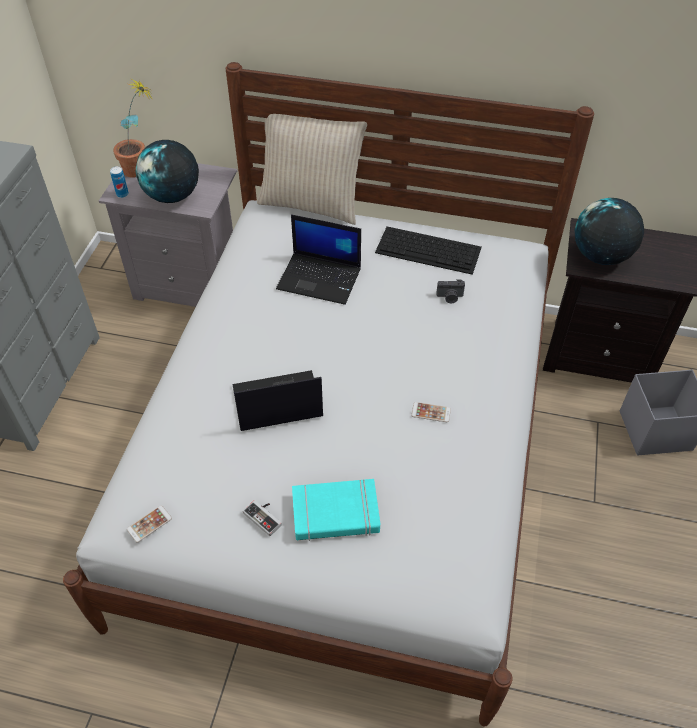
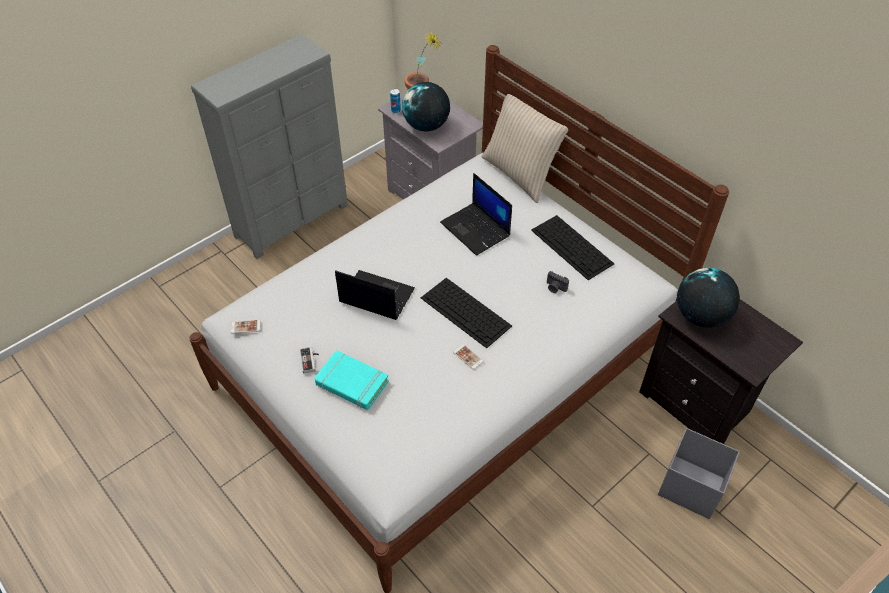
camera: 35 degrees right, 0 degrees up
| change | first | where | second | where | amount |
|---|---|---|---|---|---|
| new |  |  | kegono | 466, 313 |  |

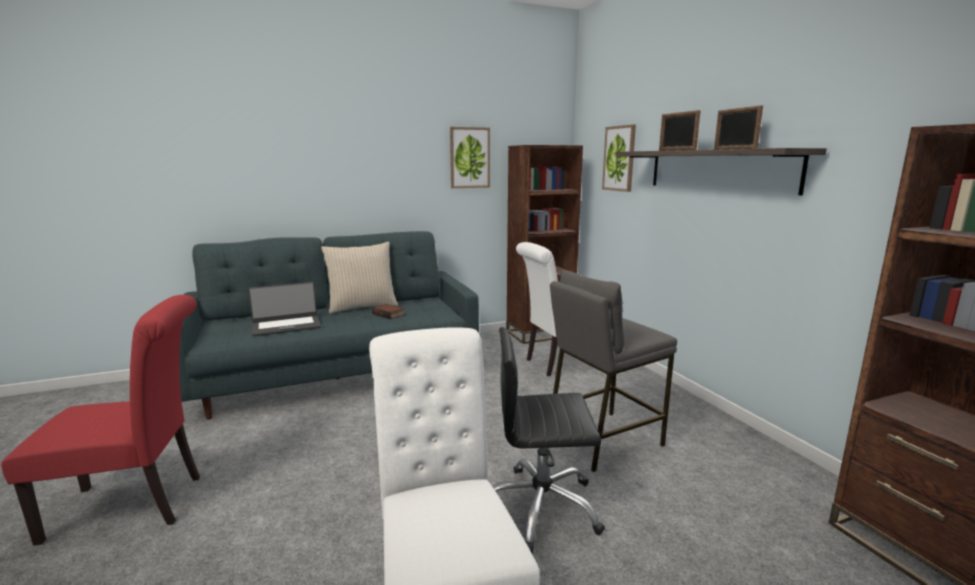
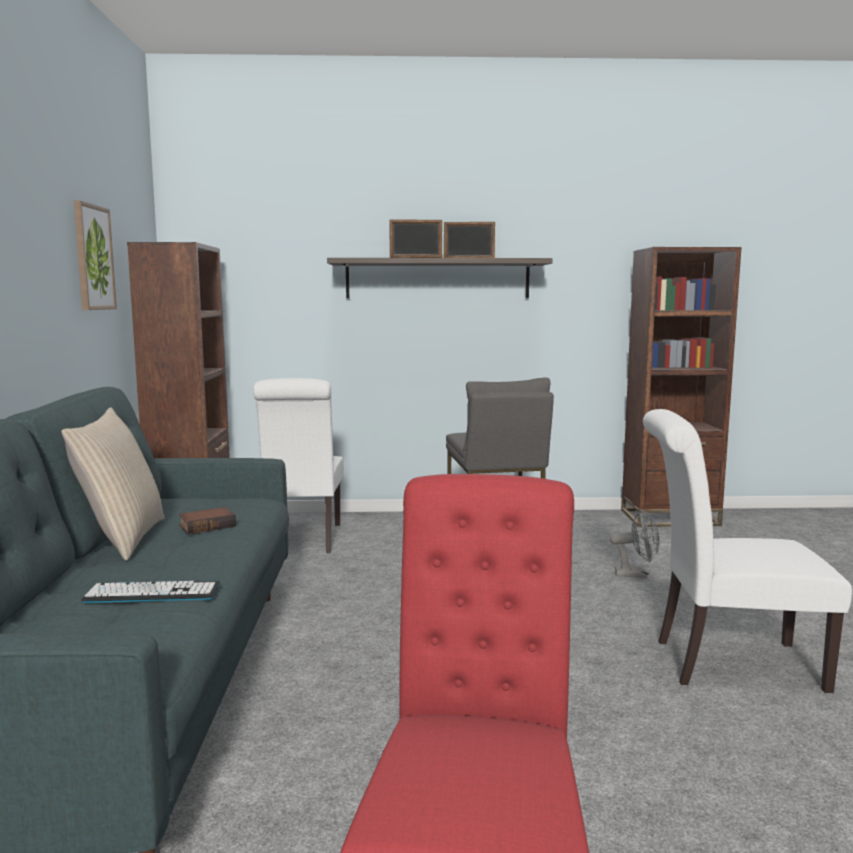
camera: 70 degrees left, 5 degrees down
| change | first | where | second | where | amount |
|---|---|---|---|---|---|
| swapped | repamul | 284, 309 | kegono | 150, 592 |  |
| gone | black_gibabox | 548, 440 |  |  |  |
| gone | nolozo | 619, 158 |  |  |  |
| new |  |  | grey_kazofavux | 635, 544 |  |

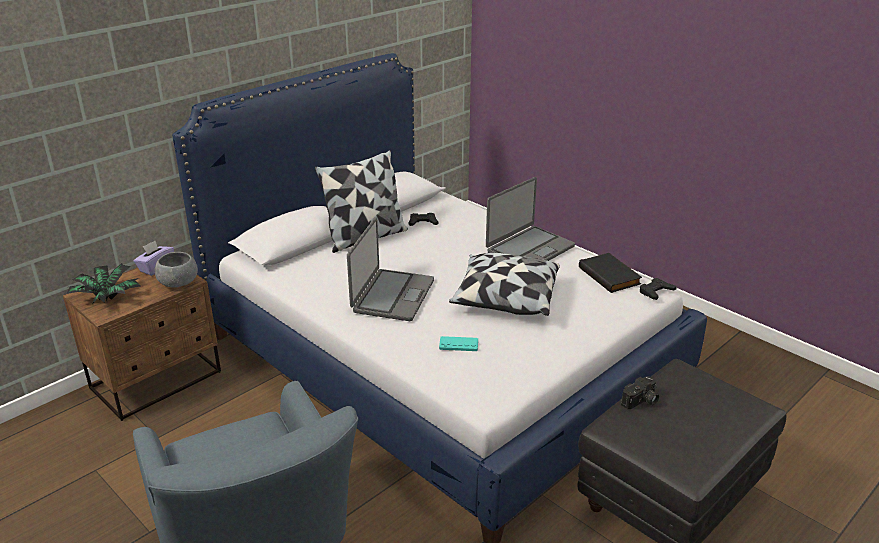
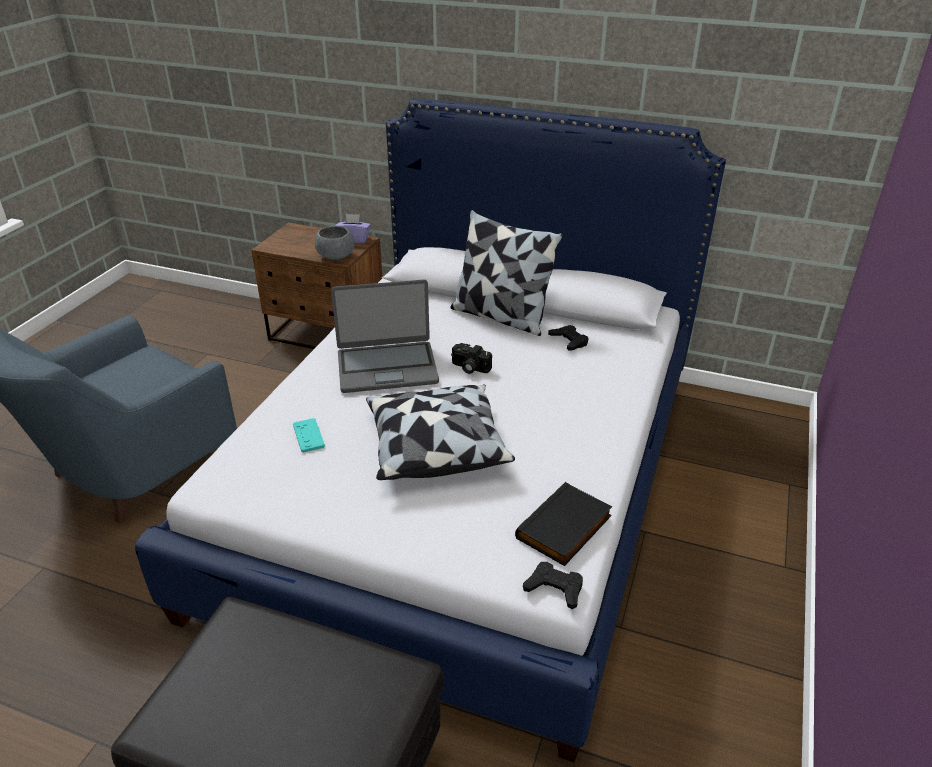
camera: 65 degrees right, 5 degrees up
| change | first | where | second | where | amount |
|---|---|---|---|---|---|
| gone | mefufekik | 103, 283 |  |  |  |
| gone | repamul | 530, 219 |  |  |  |
| shifted | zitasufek | 640, 392 |  | 471, 358 |  |

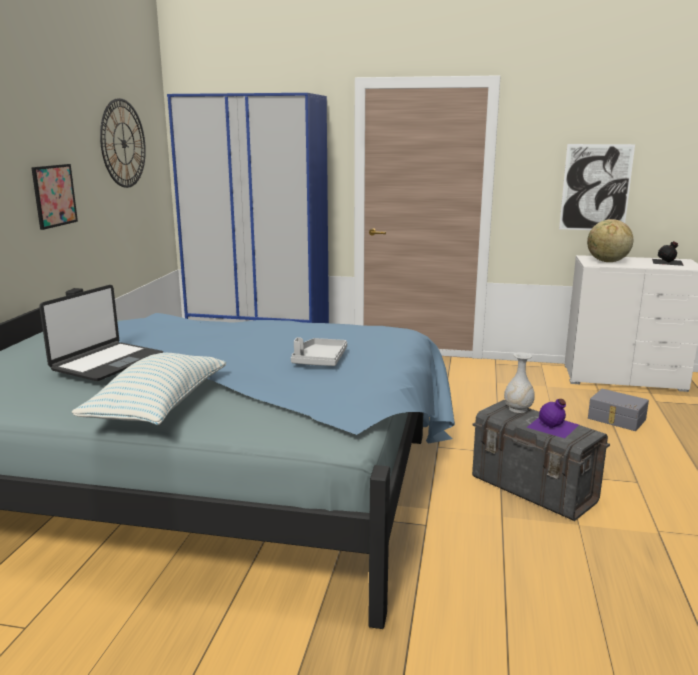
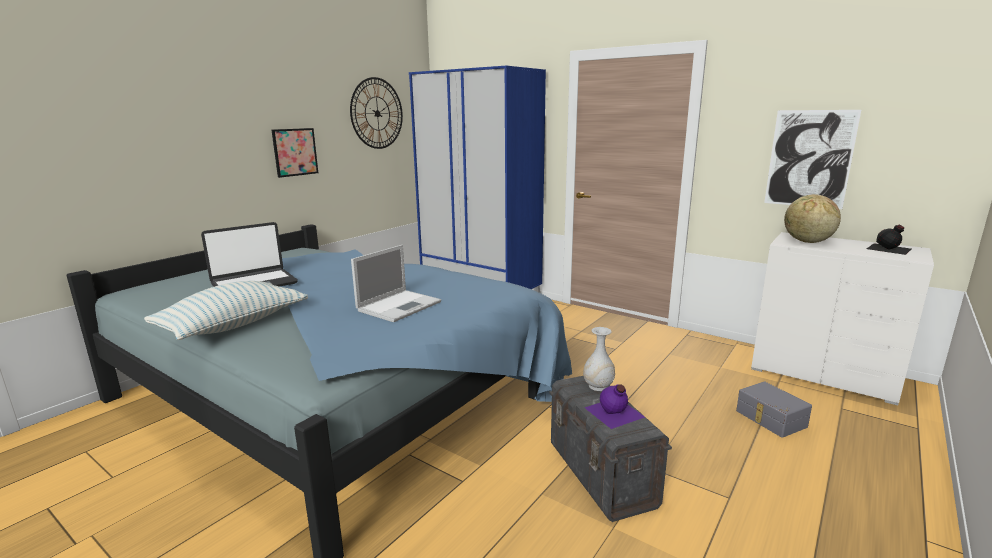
camera: 25 degrees right, 0 degrees up
| change | first | where | second | where | amount |
|---|---|---|---|---|---|
| swapped | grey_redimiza | 319, 351 | repamul | 396, 283 |  |

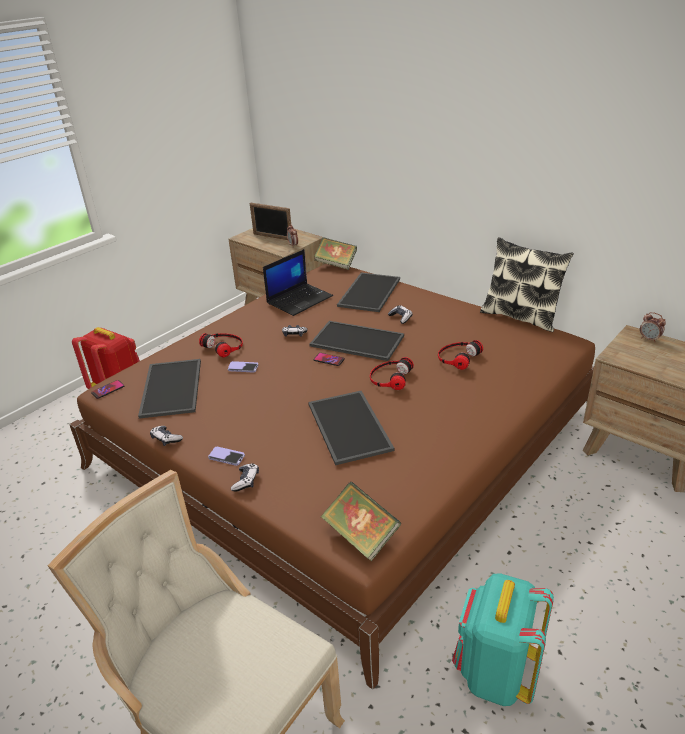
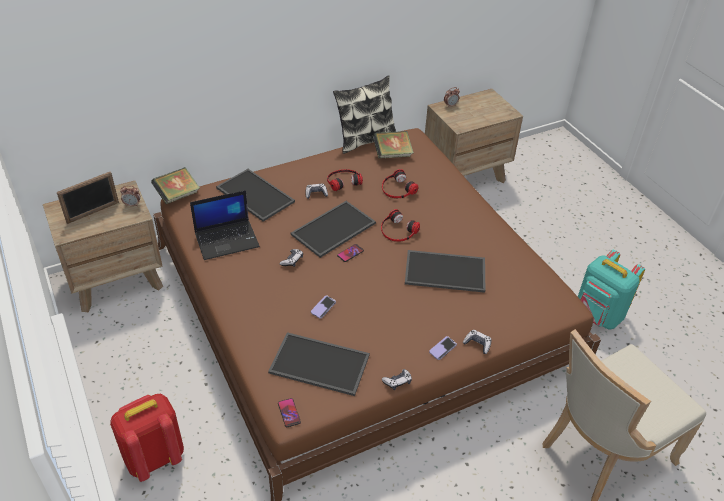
camera: 70 degrees left, 10 degrees up
| change | first | where | second | where | amount |
|---|---|---|---|---|---|
| shifted | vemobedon | 221, 345 |  | 345, 180 |  |
| rotated | repamul | 298, 282 |  | 225, 225 | 90 degrees clockwise |
| shifted | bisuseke | 361, 521 |  | 393, 144 |  |

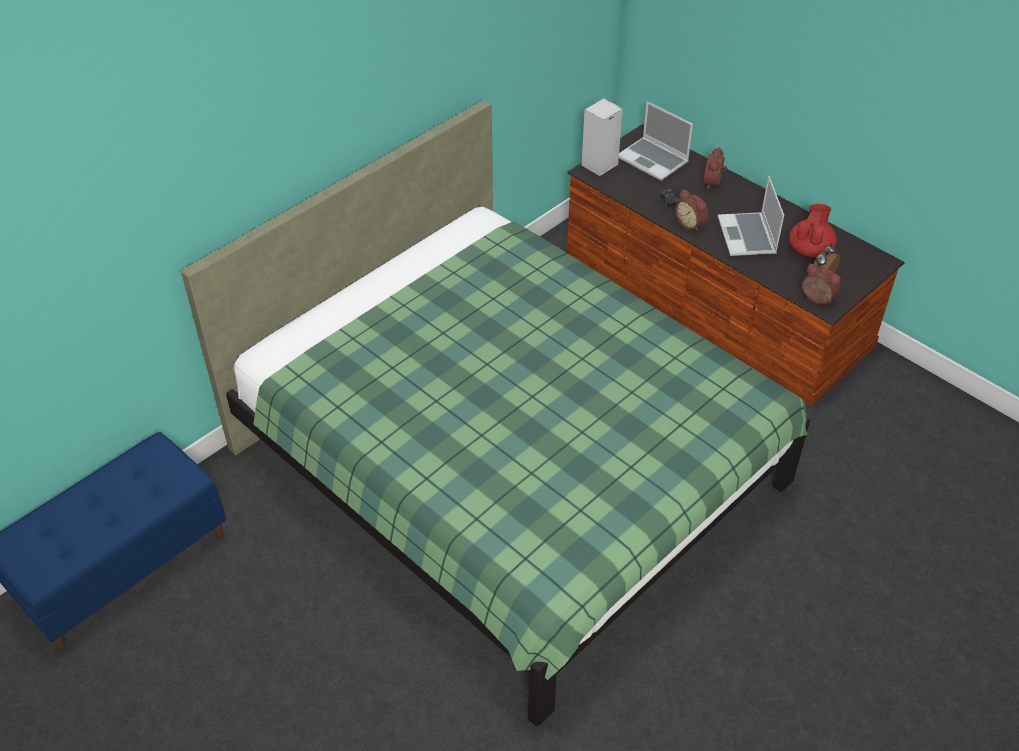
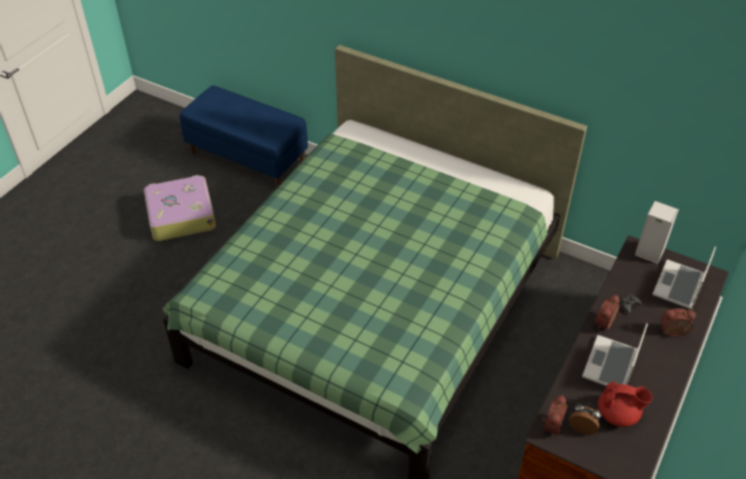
camera: 75 degrees right, 0 degrees up
| change | first | where | second | where | amount |
|---|---|---|---|---|---|
| rotated | repamul | 751, 216 |  | 615, 354 | 45 degrees counterclockwise |
| new |  |  | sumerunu | 180, 208 |  |

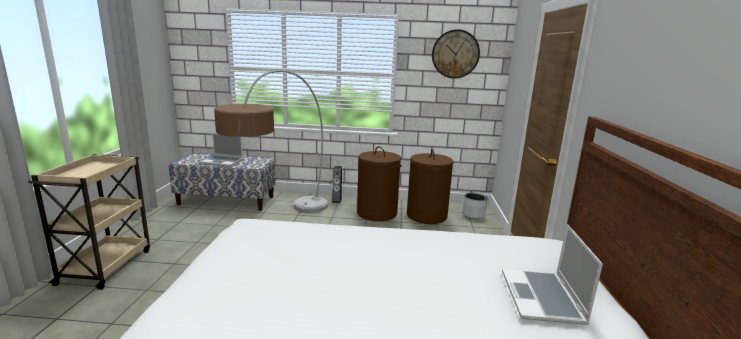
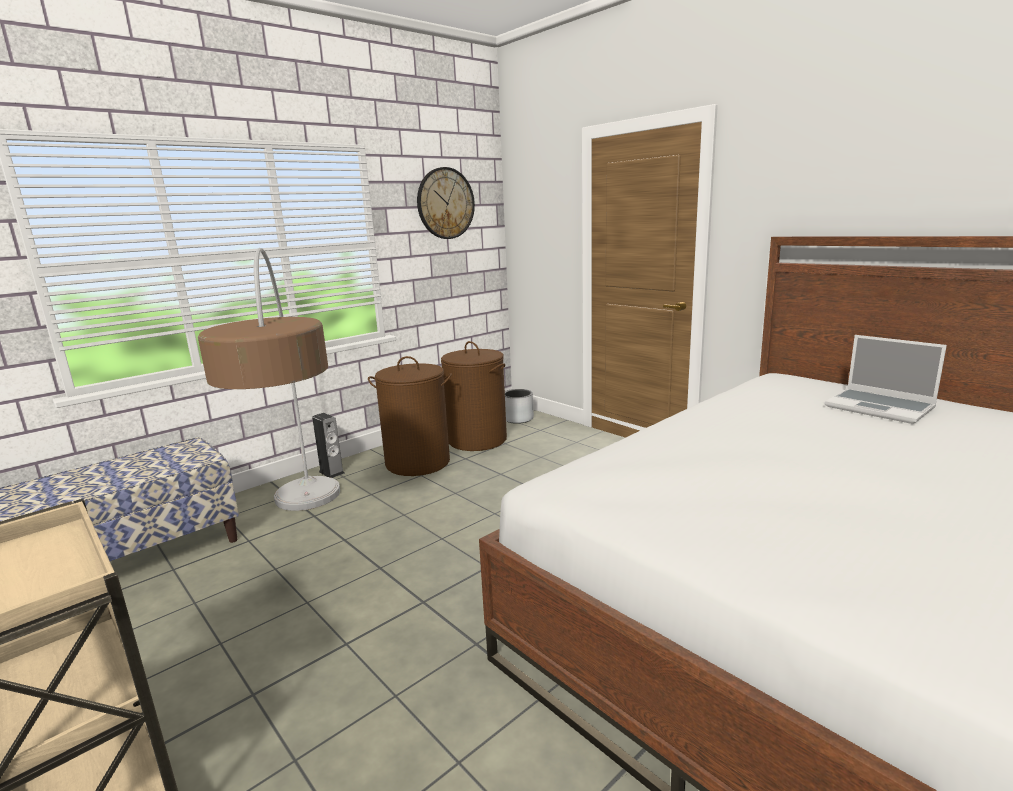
camera: 45 degrees left, 0 degrees up
| change | first | where | second | where | amount |
|---|---|---|---|---|---|
| gone | repamul | 221, 150 |  |  |  |

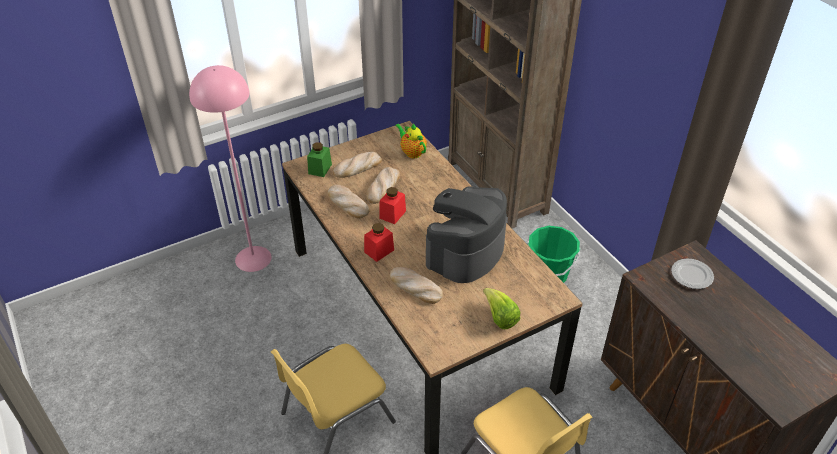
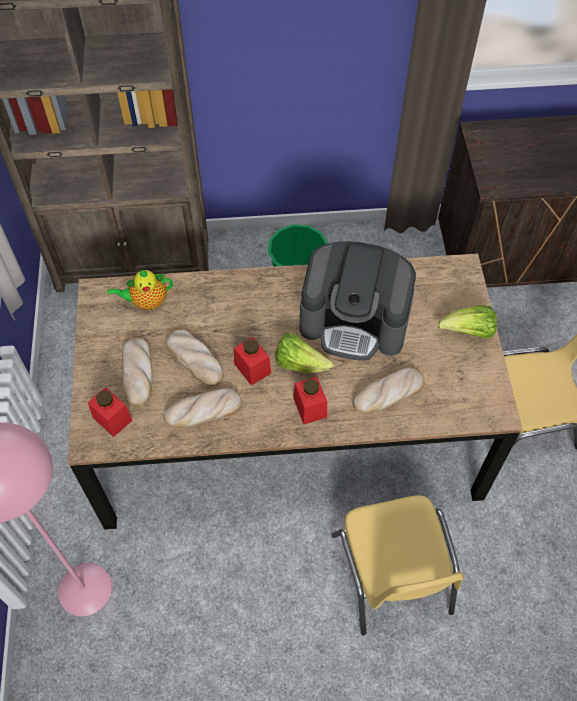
camera: 65 degrees left, 15 degrees up
| change | first | where | second | where | amount |
|---|---|---|---|---|---|
| repainted | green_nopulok | 319, 159 | red_nopulok | 110, 412 |  |
| rotated | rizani | 466, 235 |  | 358, 301 | 45 degrees counterclockwise |
| gone | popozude | 692, 274 |  |  |  |
| new |  |  | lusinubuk | 305, 353 |  |

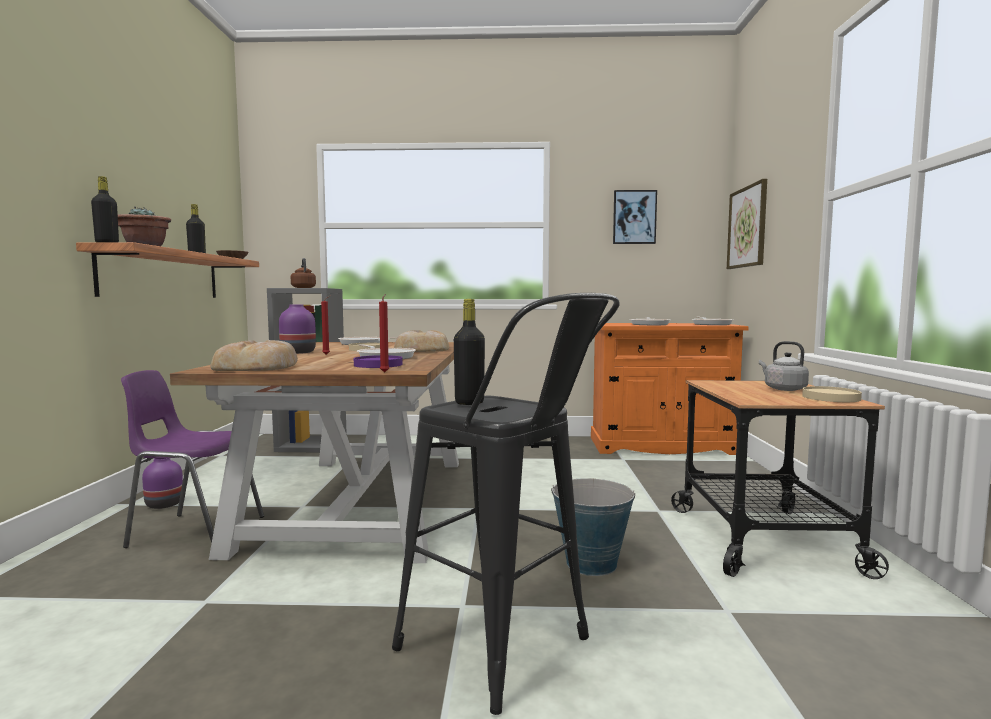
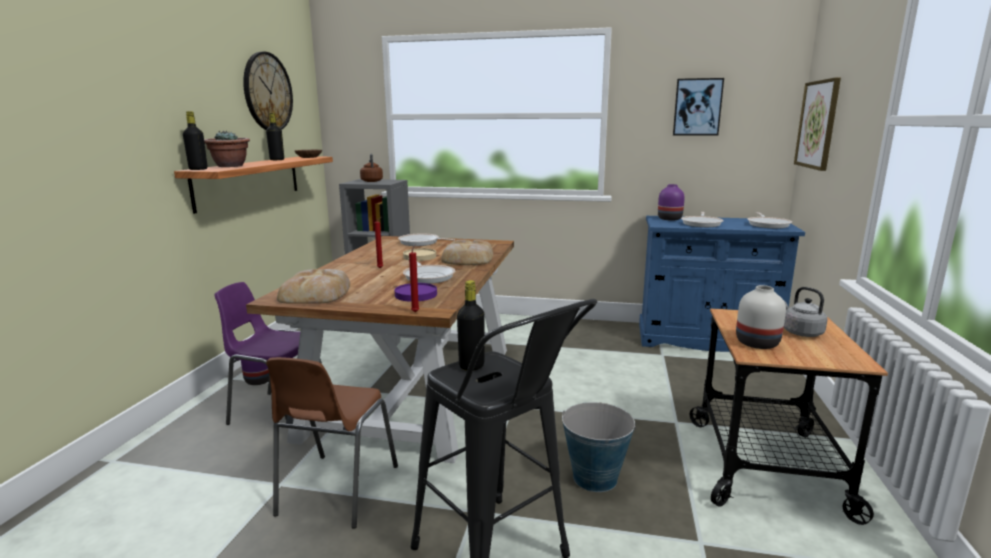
camera: 10 degrees right, 10 degrees up
| change | first | where | second | where | amount |
|---|---|---|---|---|---|
| shifted | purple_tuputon | 297, 329 |  | 671, 202 |  |
| repainted | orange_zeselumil | 670, 389 | blue_zeselumil | 722, 284 |  |
| gone | beige_popozude | 832, 394 |  |  |  |
| new |  |  | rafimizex | 268, 91 |  |
| new |  |  | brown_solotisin | 332, 442 |  |
| new |  |  | white_tuputon | 761, 317 |  |

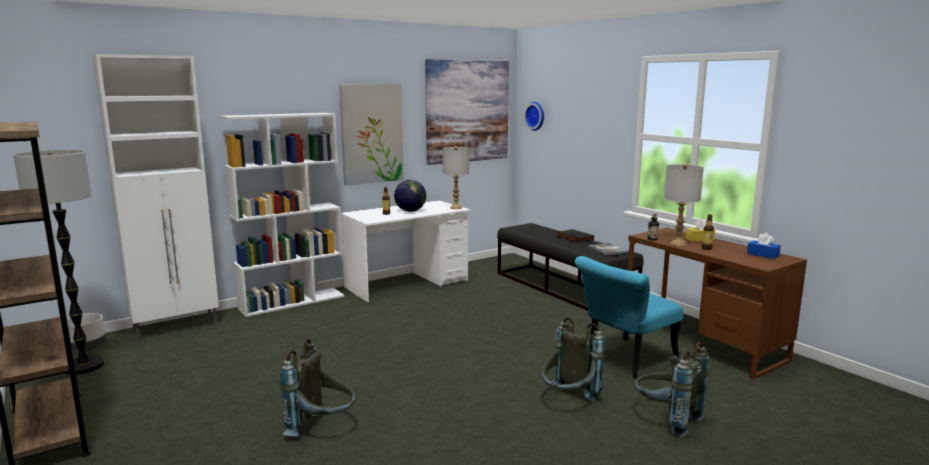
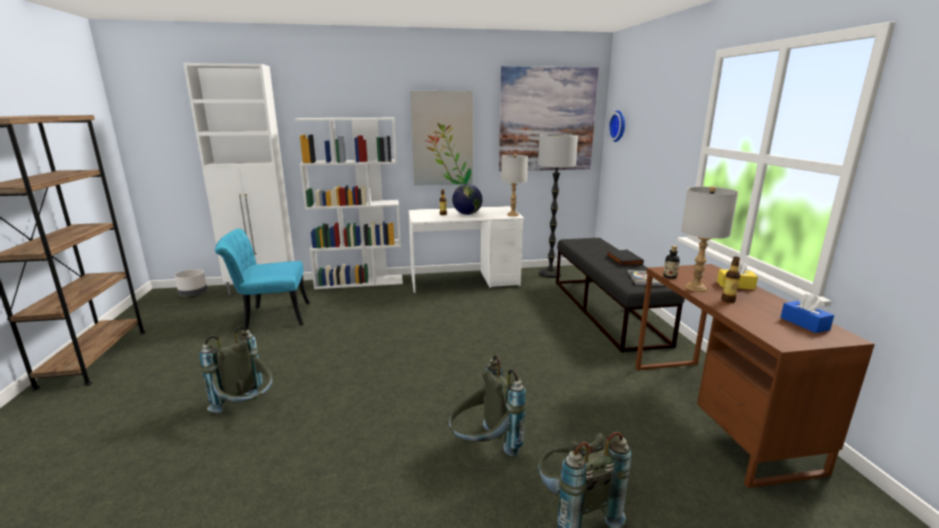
camera: 25 degrees right, 5 degrees up
| change | first | where | second | where | amount |
|---|---|---|---|---|---|
| shifted | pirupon | 58, 262 |  | 558, 206 |  |
| shifted | turquoise_solotisin | 629, 317 |  | 262, 278 |  |

